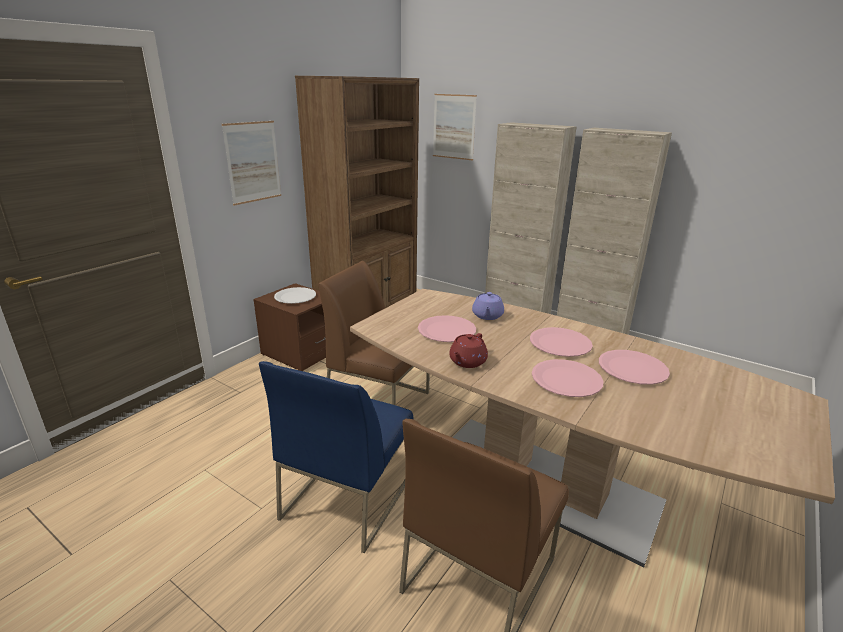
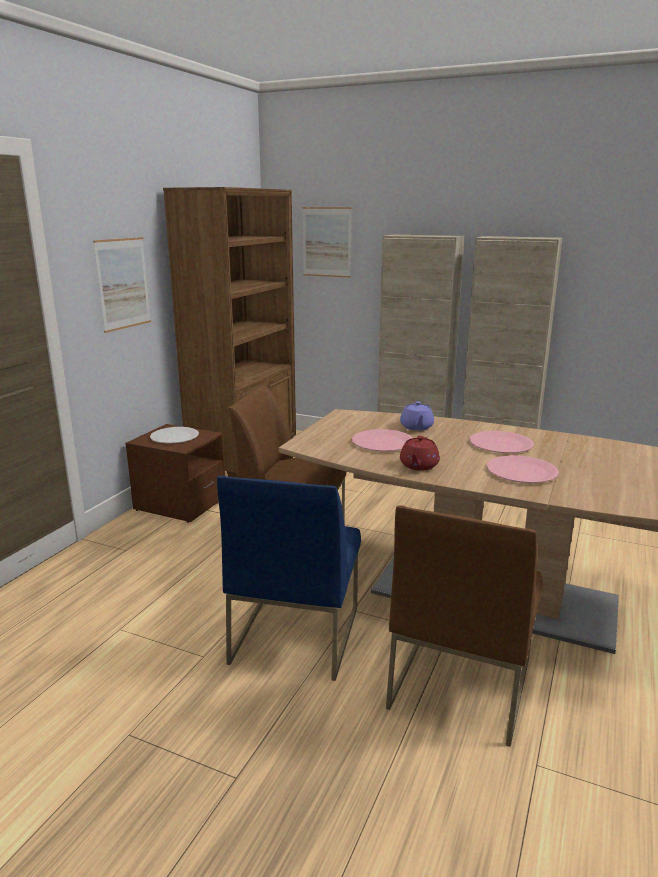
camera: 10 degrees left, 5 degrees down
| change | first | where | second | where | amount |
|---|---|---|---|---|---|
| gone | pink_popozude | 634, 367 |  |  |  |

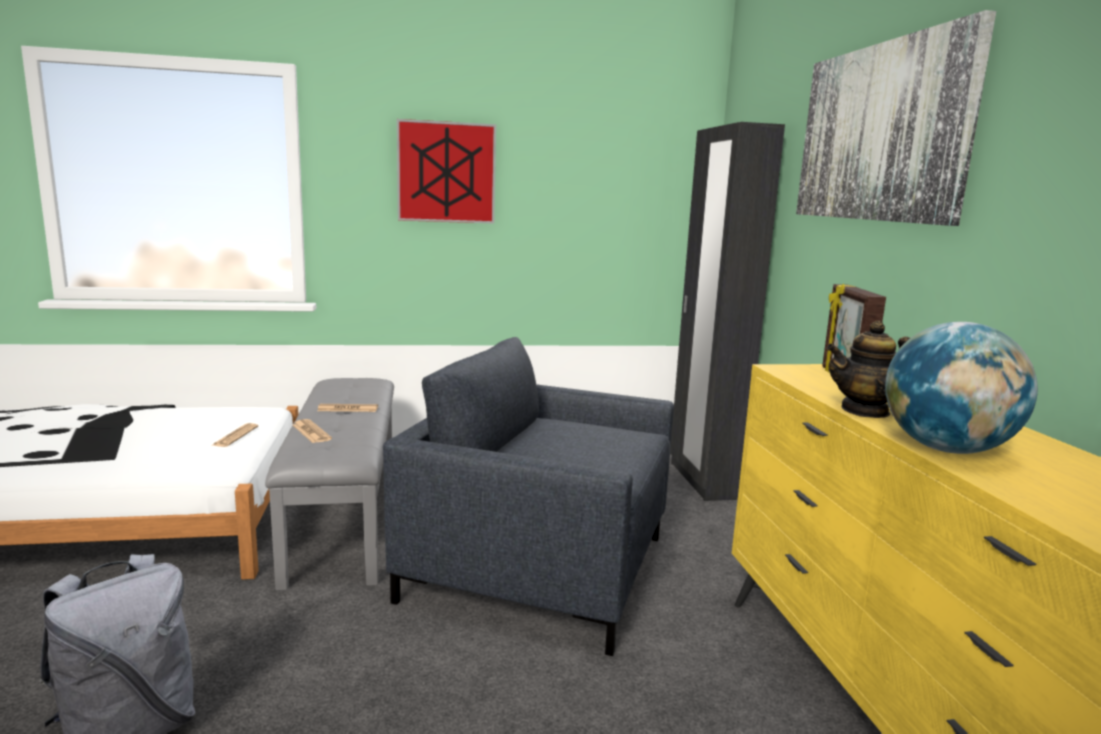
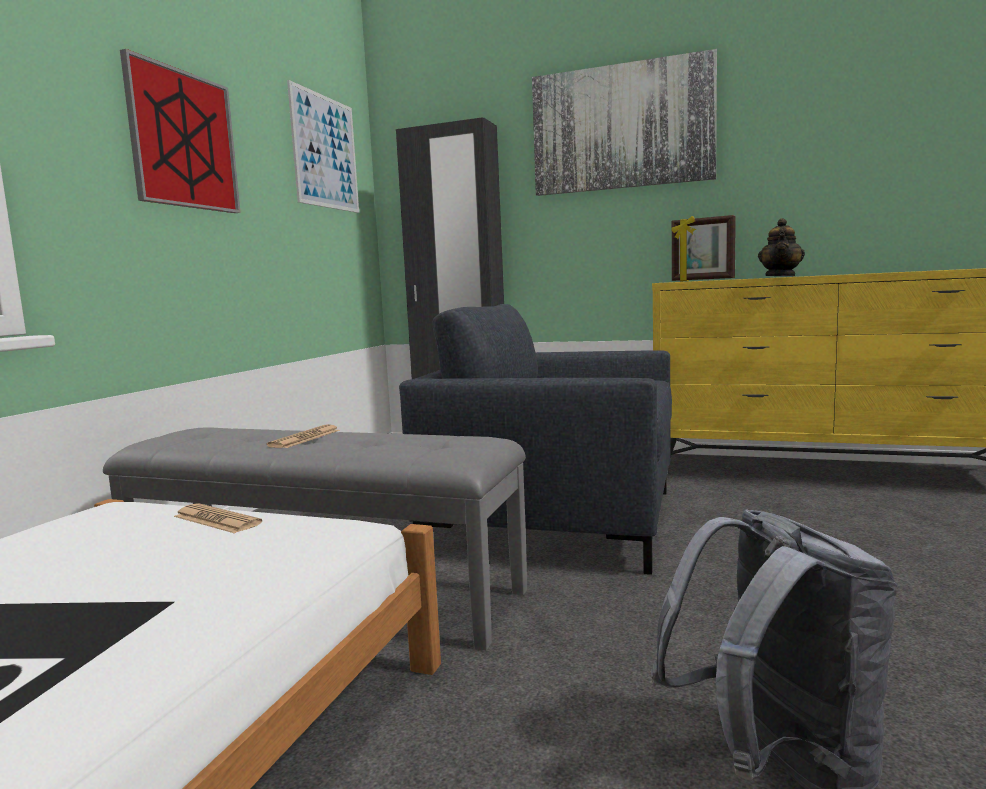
camera: 60 degrees left, 5 degrees down
| change | first | where | second | where | amount |
|---|---|---|---|---|---|
| gone | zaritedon | 312, 431 |  |  |  |
| rotated | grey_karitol | 528, 496 |  | 535, 439 | 60 degrees clockwise |
| gone | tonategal | 961, 388 |  |  |  |
| new |  |  | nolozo | 323, 146 |  |

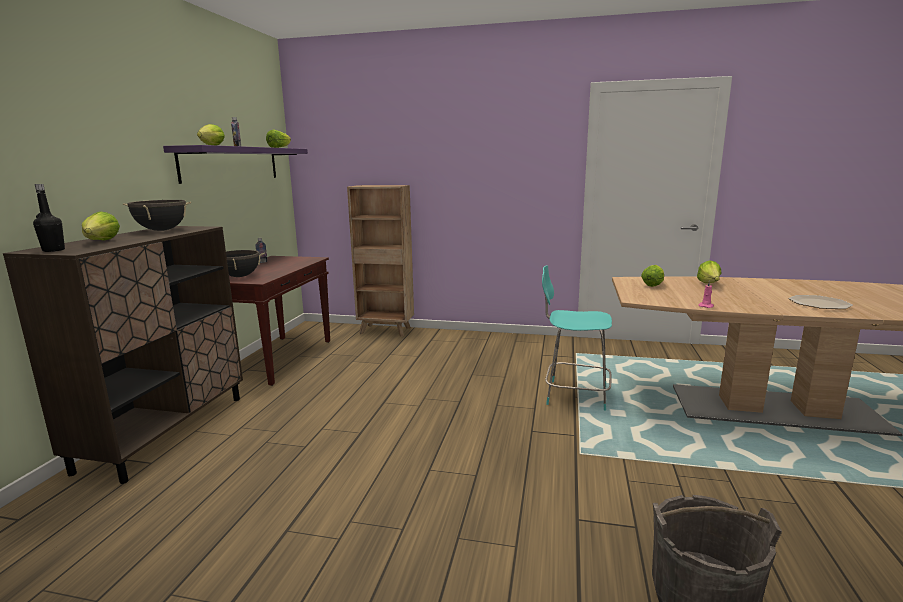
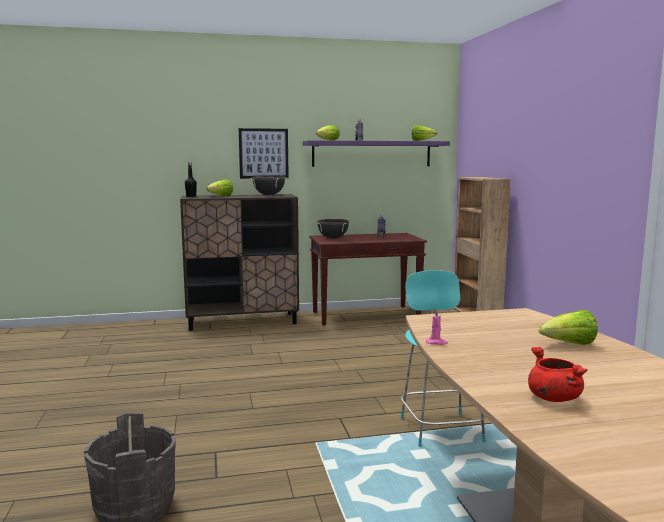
camera: 65 degrees right, 5 degrees down
| change | first | where | second | where | amount |
|---|---|---|---|---|---|
| gone | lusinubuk | 652, 276 |  |  |  |
| swapped | popozude | 820, 302 | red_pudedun | 557, 374 |  |
| new |  |  | nolozo | 264, 153 |  |

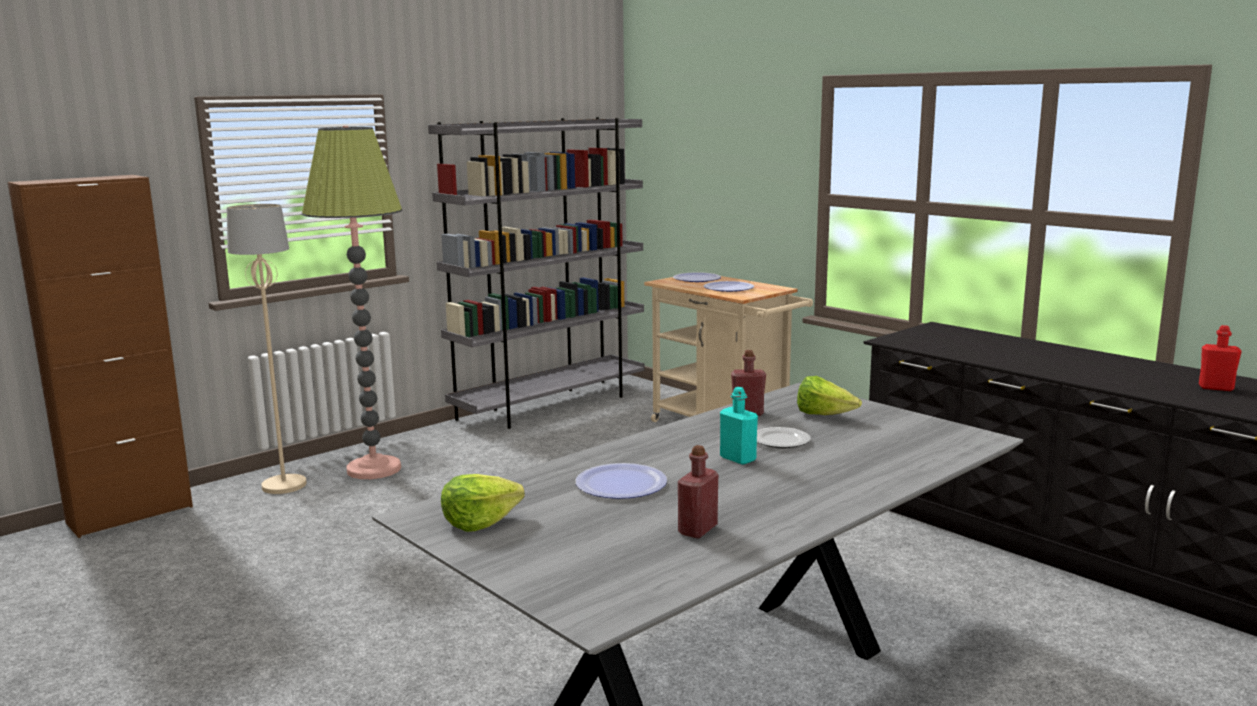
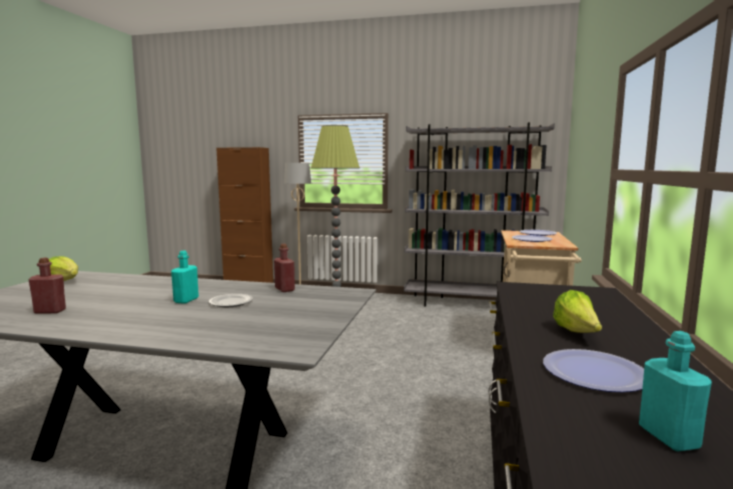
camera: 55 degrees right, 5 degrees down
| change | first | where | second | where | amount |
|---|---|---|---|---|---|
| shifted | popozude | 621, 481 |  | 593, 370 |  |
| shifted | lusinubuk | 829, 395 |  | 577, 311 |  |
| repainted | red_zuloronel | 1220, 358 | turquoise_zuloronel | 675, 391 |  |

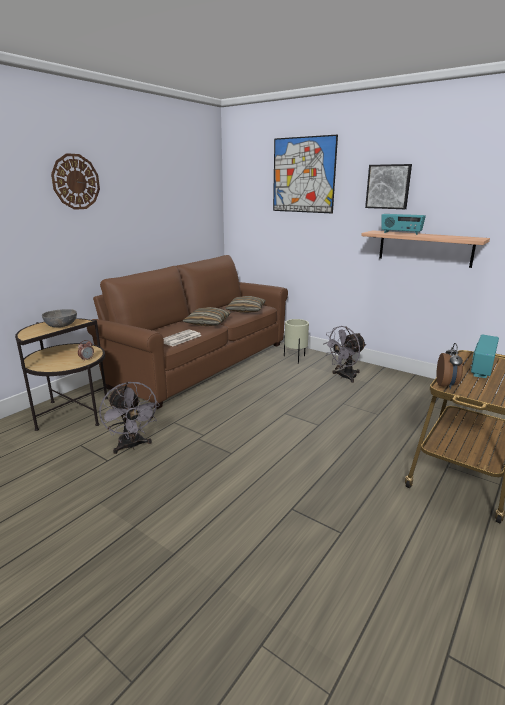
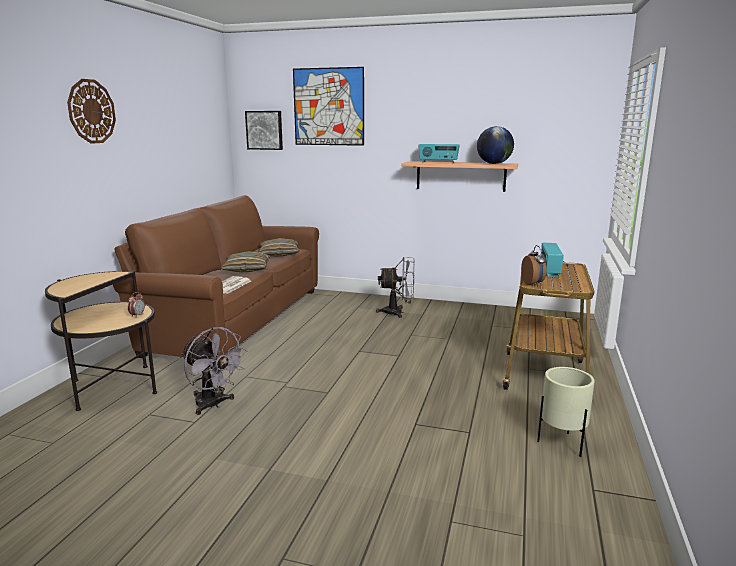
camera: 20 degrees left, 5 degrees down
| change | first | where | second | where | amount |
|---|---|---|---|---|---|
| gone | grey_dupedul | 59, 318 |  |  |  |
| shifted | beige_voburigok | 296, 341 |  | 566, 412 |  |
| rotated | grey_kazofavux | 344, 354 |  | 395, 287 | 120 degrees counterclockwise |
| shifted | nolozo | 388, 186 |  | 264, 130 |  |
| new |  |  | tonategal | 495, 145 |  |

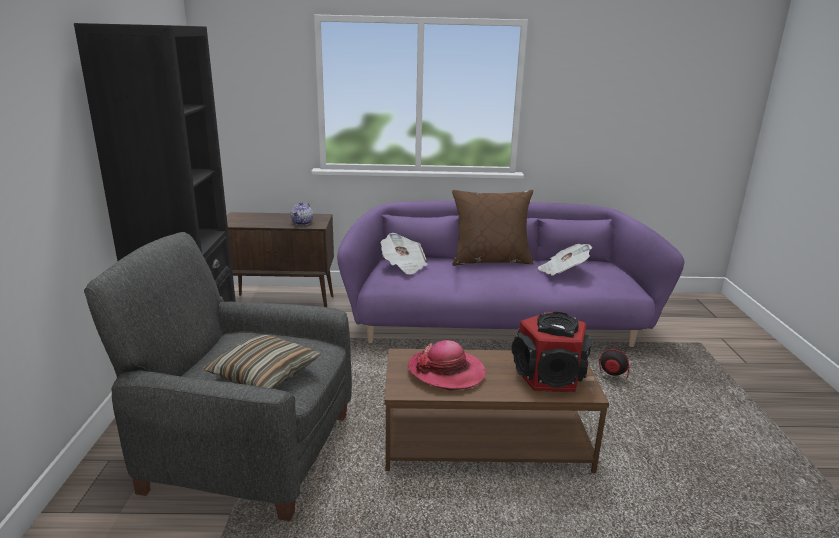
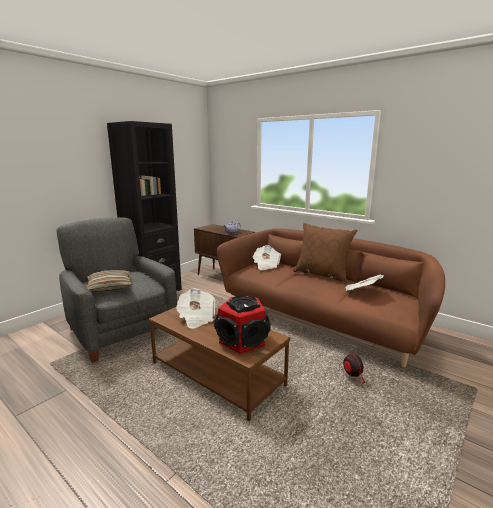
camera: 40 degrees right, 5 degrees down
| change | first | where | second | where | amount |
|---|---|---|---|---|---|
| repainted | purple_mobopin | 511, 274 | brown_mobopin | 331, 297 |  |
| swapped | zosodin | 447, 365 | zaritedon | 195, 308 |  |

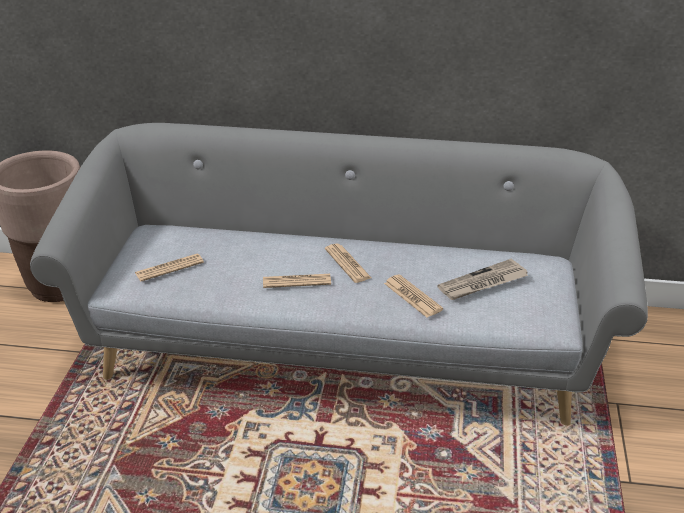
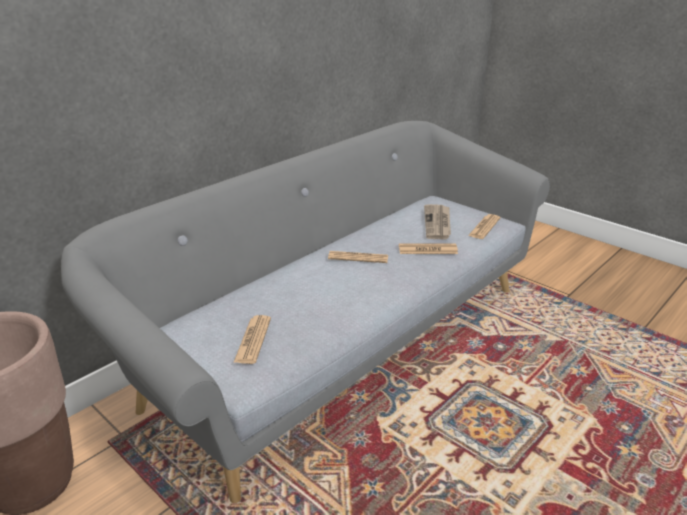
camera: 55 degrees left, 5 degrees down
| change | first | where | second | where | amount |
|---|---|---|---|---|---|
| shifted | zaritedon | 297, 281 |  | 484, 226 |  |

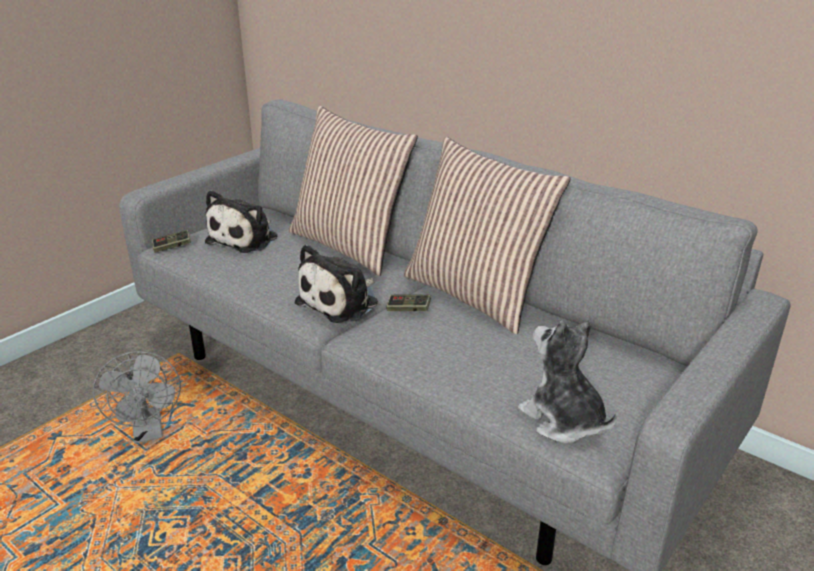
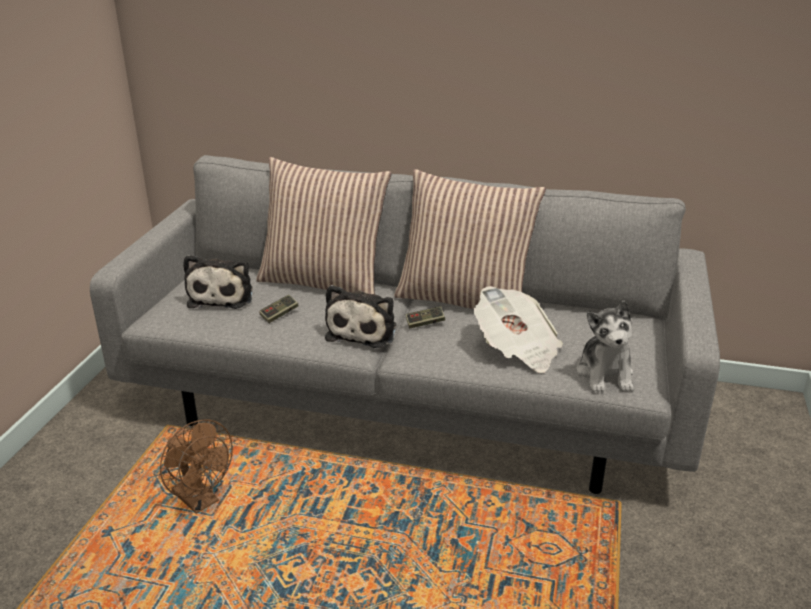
camera: 25 degrees left, 0 degrees up
| change | first | where | second | where | amount |
|---|---|---|---|---|---|
| repainted | grey_kazofavux | 137, 397 | brown_kazofavux | 196, 467 |  |
| shifted | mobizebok | 171, 241 |  | 279, 309 |  |
| rotated | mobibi | 567, 381 |  | 605, 346 | 120 degrees counterclockwise |
| new |  |  | zaritedon | 518, 329 |  |

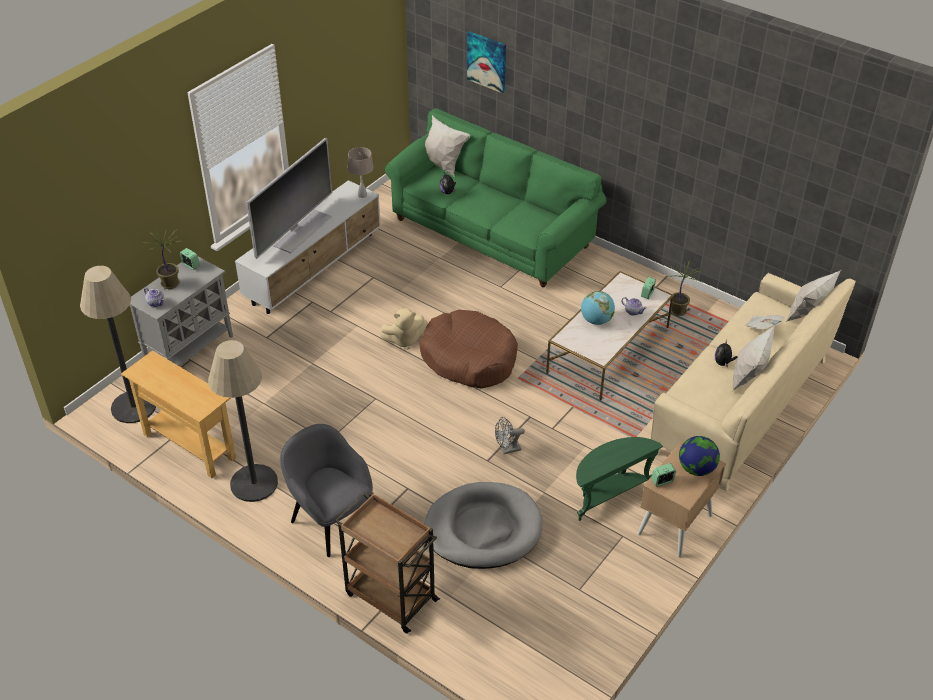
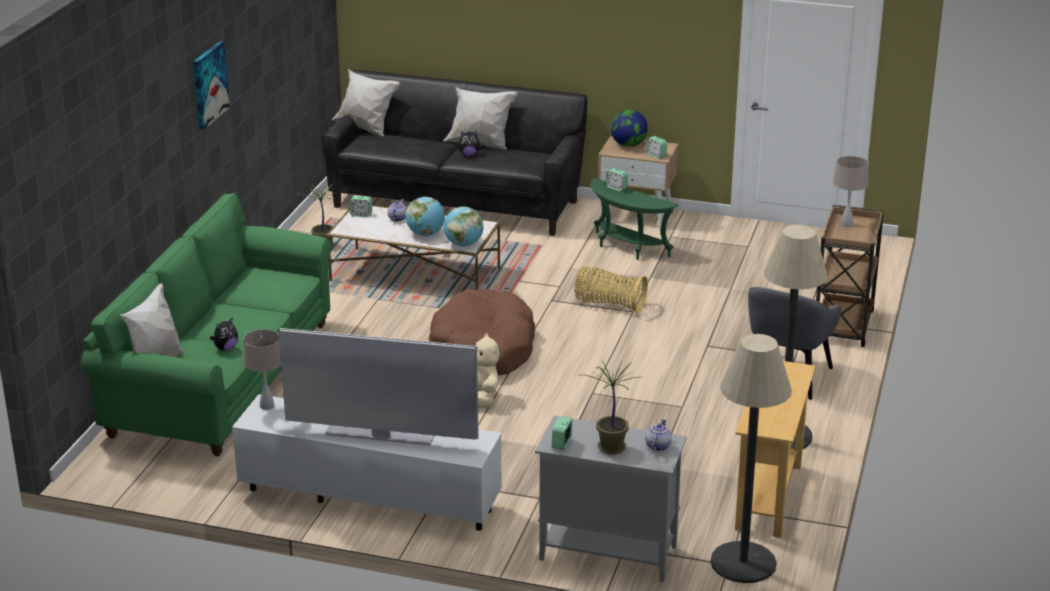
camera: 110 degrees left, 15 degrees down
| change | first | where | second | where | amount |
|---|---|---|---|---|---|
| gone | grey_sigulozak | 483, 525 |  |  |  |
| shifted | nolozo | 486, 62 |  | 211, 85 |  |
| swapped | grey_kazofavux | 510, 435 | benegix | 611, 289 |  |
| repainted | beige_mobopin | 753, 382 | black_mobopin | 454, 153 |  |
| gone | zaritedon | 764, 322 |  |  |  |
| new |  |  | tonategal | 463, 226 |  |
| new |  |  | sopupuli | 617, 179 |  |
| new |  |  | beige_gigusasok | 851, 191 |  |

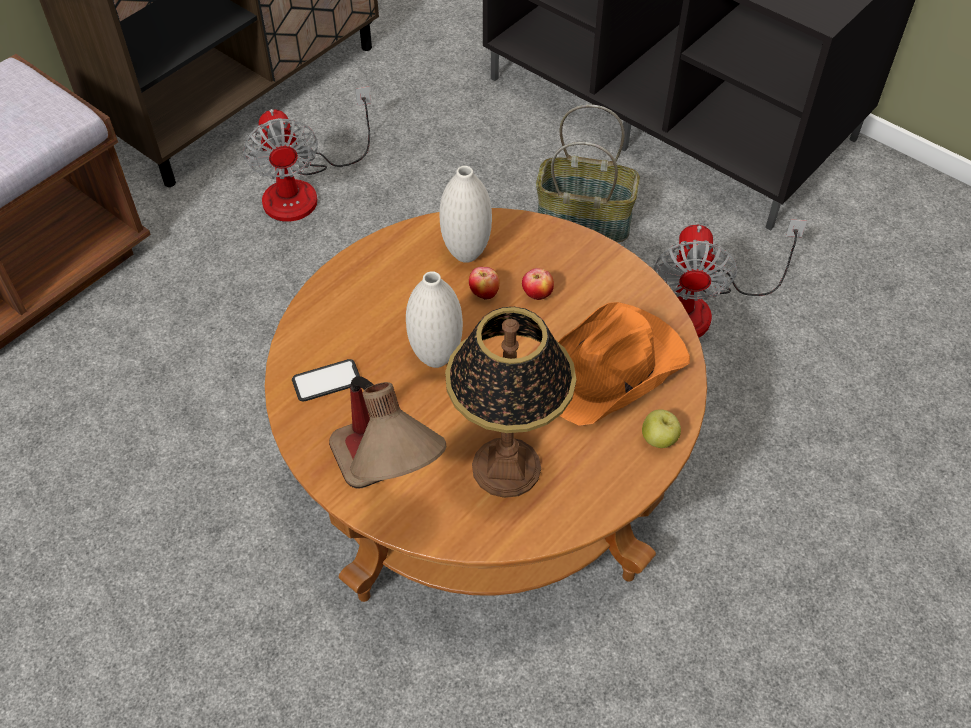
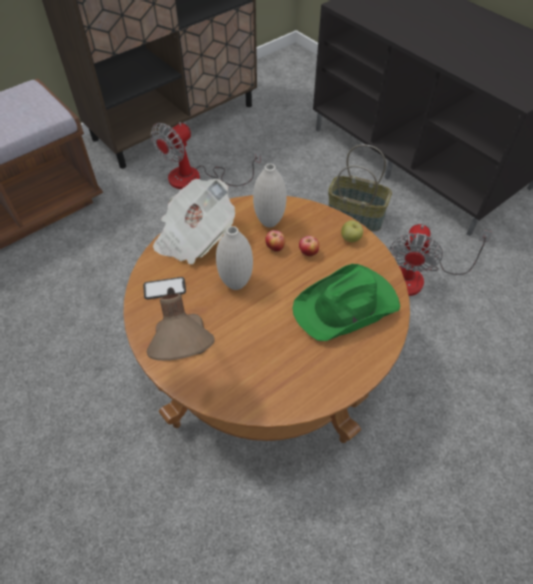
camera: 10 degrees right, 0 degrees up
| change | first | where | second | where | amount |
|---|---|---|---|---|---|
| rotated | kazofavux | 307, 154 |  | 205, 155 | 45 degrees clockwise |
| gone | gigusasok | 510, 402 |  |  |  |
| repainted | orange_zosodin | 623, 364 | green_zosodin | 346, 302 |  |
| shifted | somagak | 661, 428 |  | 352, 231 |  |
| new |  |  | zaritedon | 194, 222 |  |

